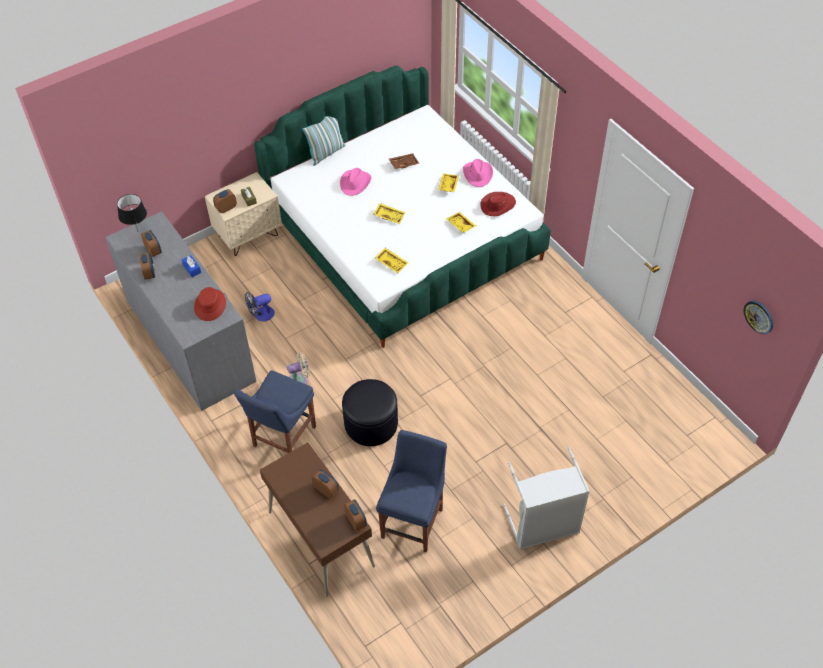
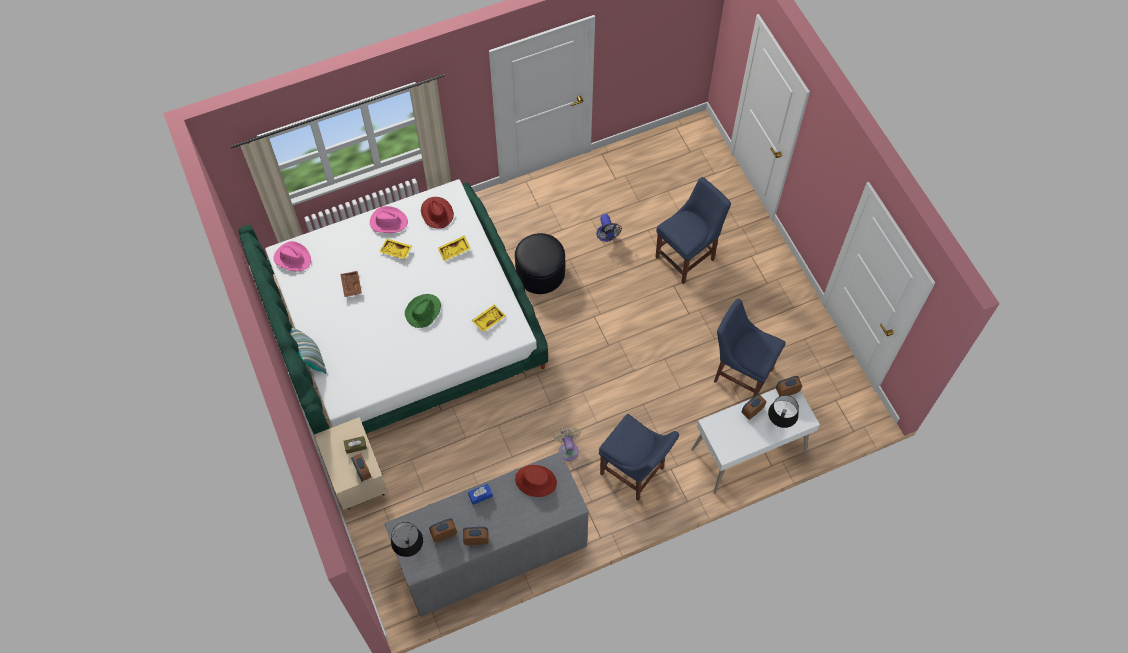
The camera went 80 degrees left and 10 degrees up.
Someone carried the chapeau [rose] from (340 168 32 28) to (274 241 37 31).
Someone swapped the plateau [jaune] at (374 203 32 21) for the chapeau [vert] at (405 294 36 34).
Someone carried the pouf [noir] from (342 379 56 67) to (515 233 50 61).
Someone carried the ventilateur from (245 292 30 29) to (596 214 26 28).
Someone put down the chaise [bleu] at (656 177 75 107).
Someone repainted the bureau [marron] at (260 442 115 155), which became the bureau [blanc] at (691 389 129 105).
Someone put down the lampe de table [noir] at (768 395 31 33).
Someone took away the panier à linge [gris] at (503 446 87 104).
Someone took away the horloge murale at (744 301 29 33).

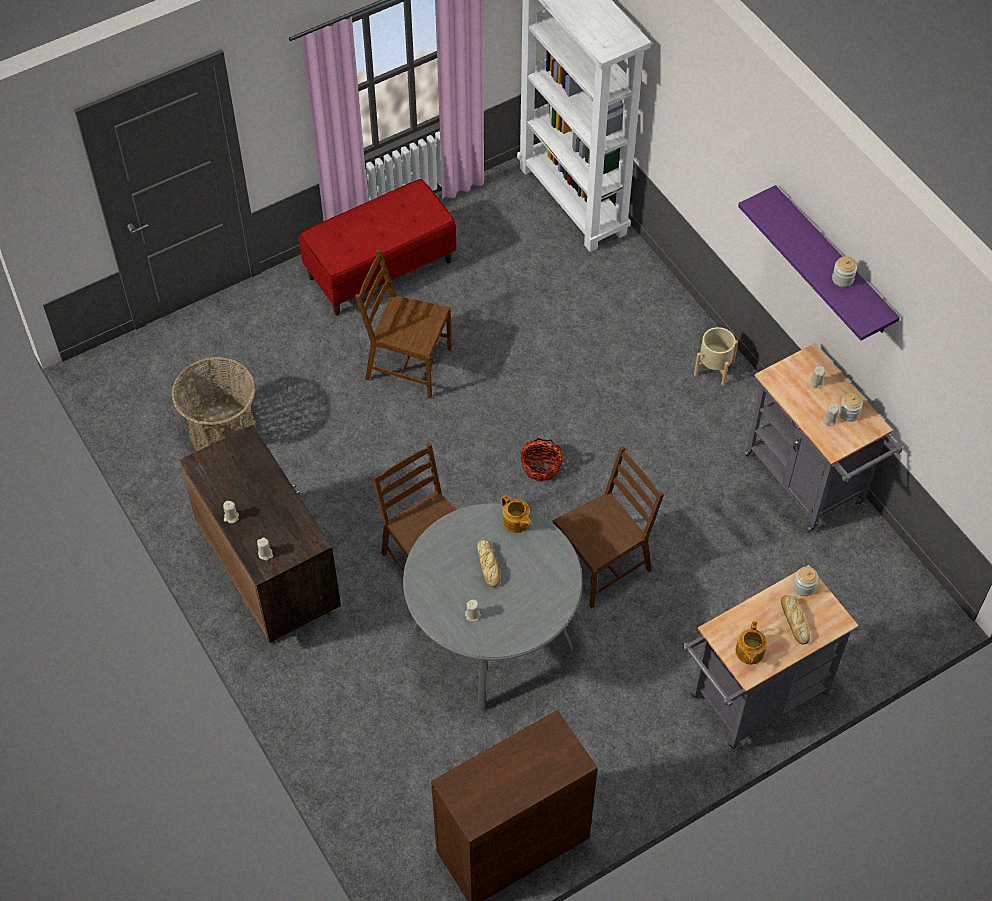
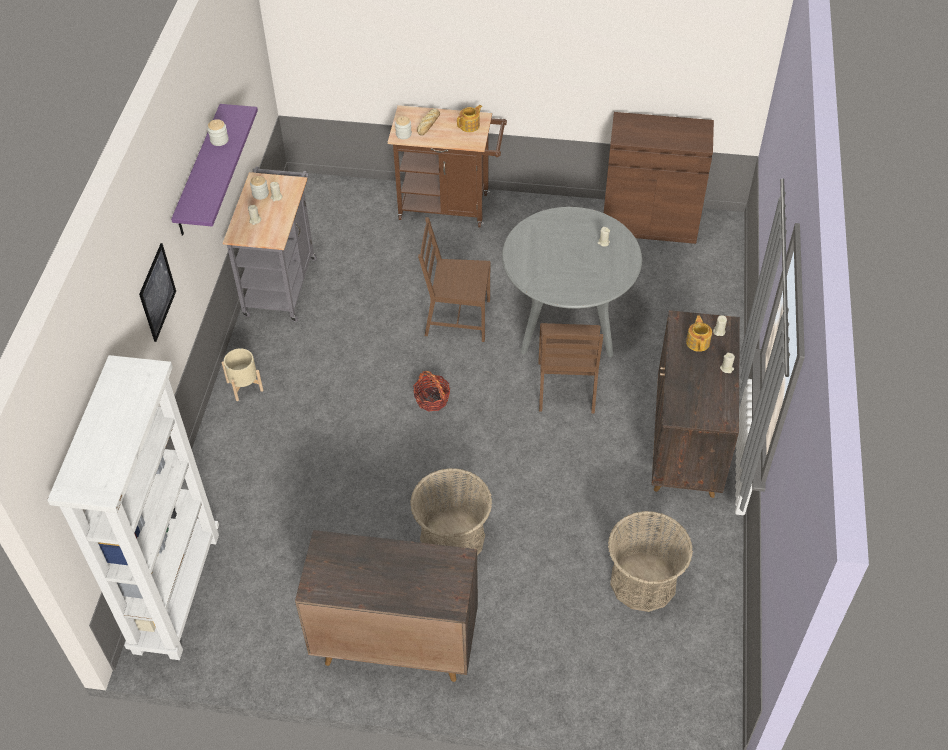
The camera went 140 degrees left and 5 degrees down.
Someone put up the tableau at (139 243 37 99).
Someone swapped the banc [rouge] at (299 179 157 137) for the meuble de rangement [marron] at (295 530 183 152).
Someone repainted the chariot [gris] at (683 565 176 185), which became the chariot [marron] at (387 105 120 122).
Someone swapped the chaise [marron] at (355 249 97 149) for the panier at (410 468 82 87).
Someone carried the théière from (502 495 30 38) to (686 315 26 37).
Someone took away the pain at (477 540 23 47).

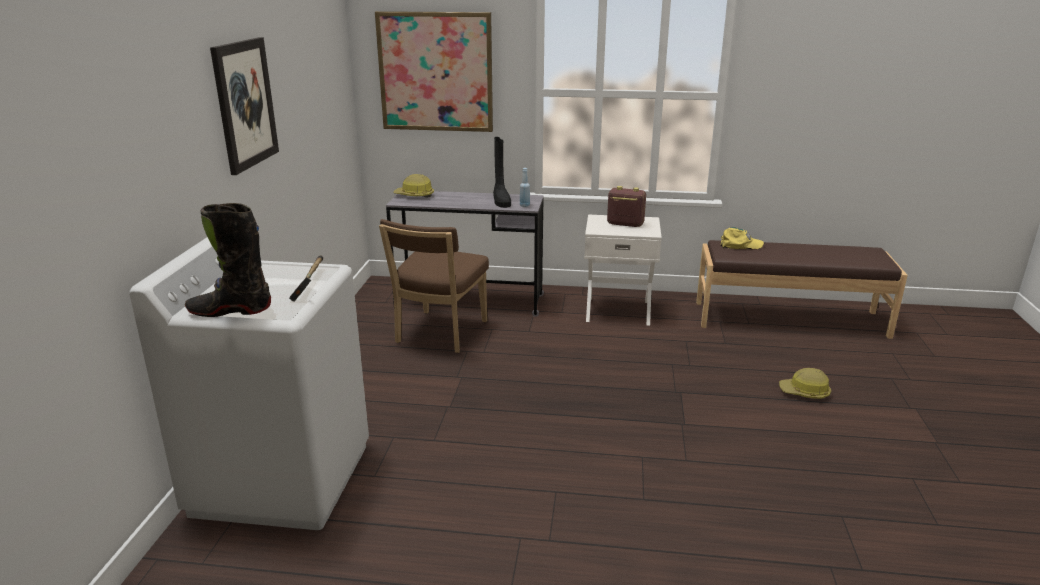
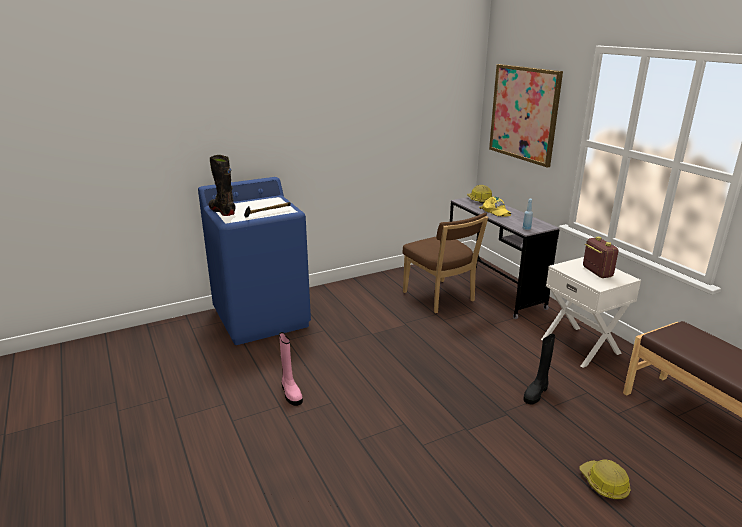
The camera went 55 degrees right and 0 degrees up.
Someone repainted the lave-linge [blanc] at (129 237 240 293), which became the lave-linge [bleu] at (198 177 113 168).
Someone put down the botte [rose] at (279 332 24 74).
Someone rotated the chaise [marron] at (379 219 110 134) by 105 degrees counterclockwise.
Someone carried the casquette [jaune] from (721 227 43 23) to (479 197 32 20).
Someone carried the botte [noir] from (493 137 18 71) to (523 334 32 71).
Someone took away the tableau at (210 37 69 138).

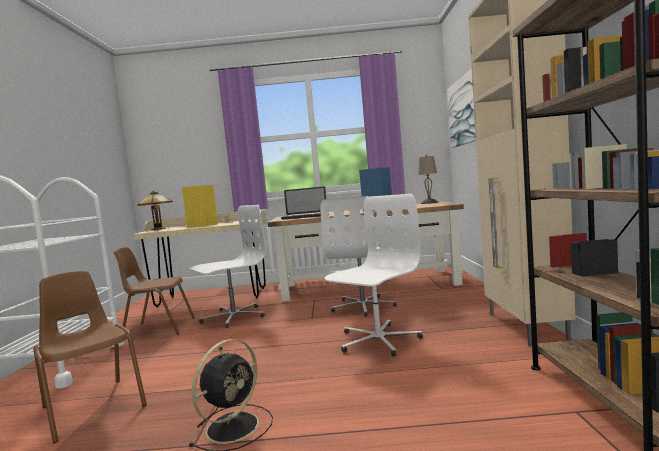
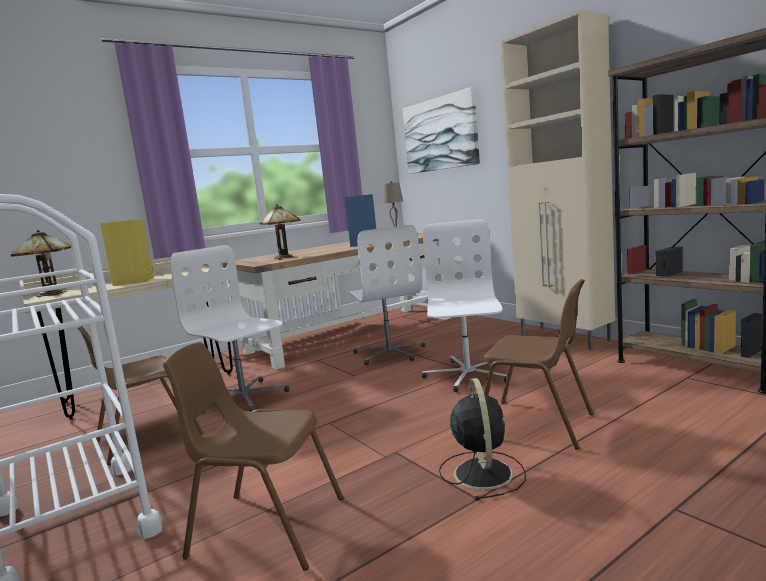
The camera went 35 degrees left and 5 degrees up.
Someone rotated the chaise de bureau [blanc] at (190 205 76 123) by 60 degrees counterclockwise.
Someone swapped the ordinateur portable at (281 186 45 34) for the lampe de table at (259 204 41 55).
Someone put down the chaise [marron] at (483 279 111 171).

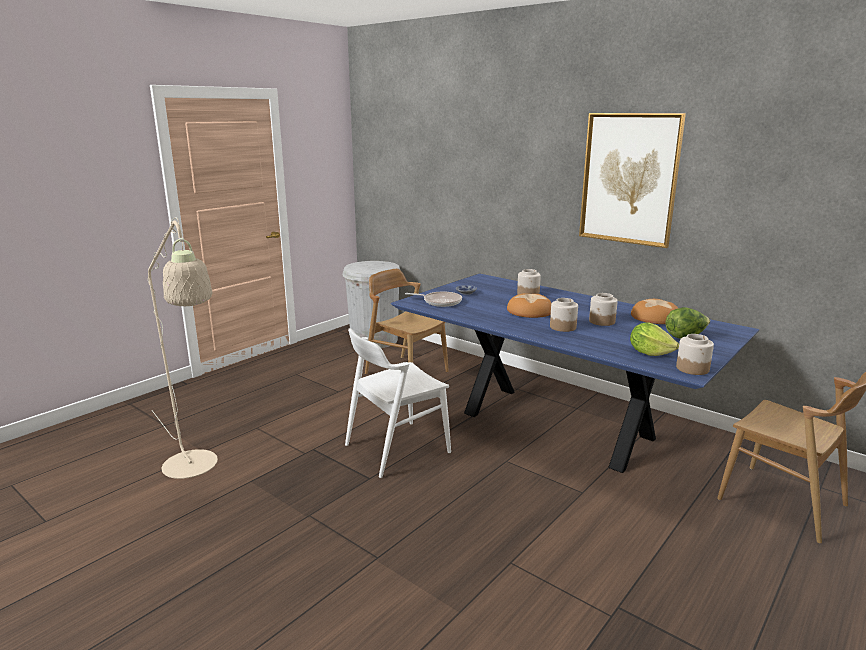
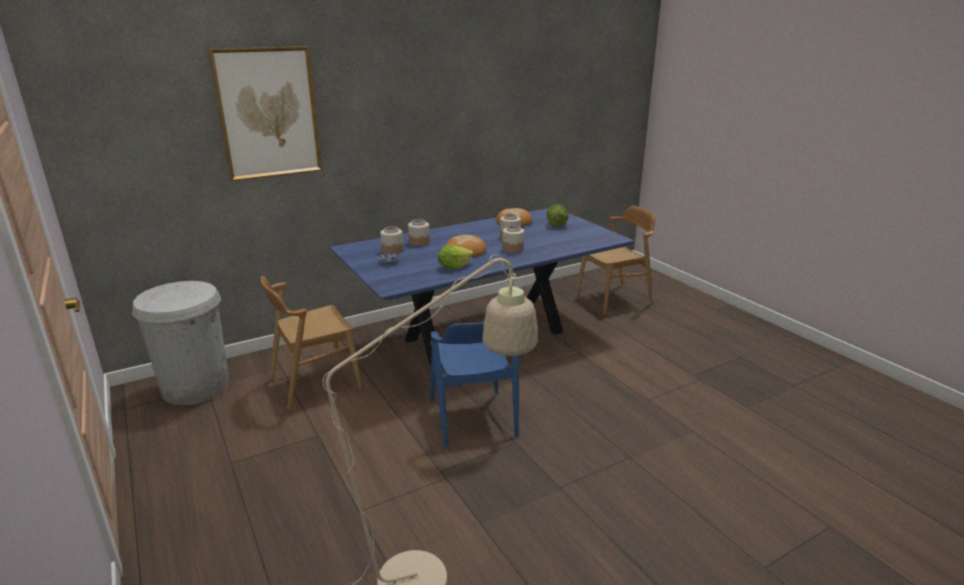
The camera went 70 degrees left and 5 degrees up.
Someone carried the tableau from (579 113 107 135) to (208 46 115 135).
Someone carried the bocal from (676 334 38 41) to (380 226 23 28).
Someone repainted the chaise [blanc] at (345 328 106 150), which became the chaise [bleu] at (430 322 89 126).
Someone carried the laitue from (630 323 49 33) to (438 245 35 24).
Someone took away the poêle at (405 292 57 15).

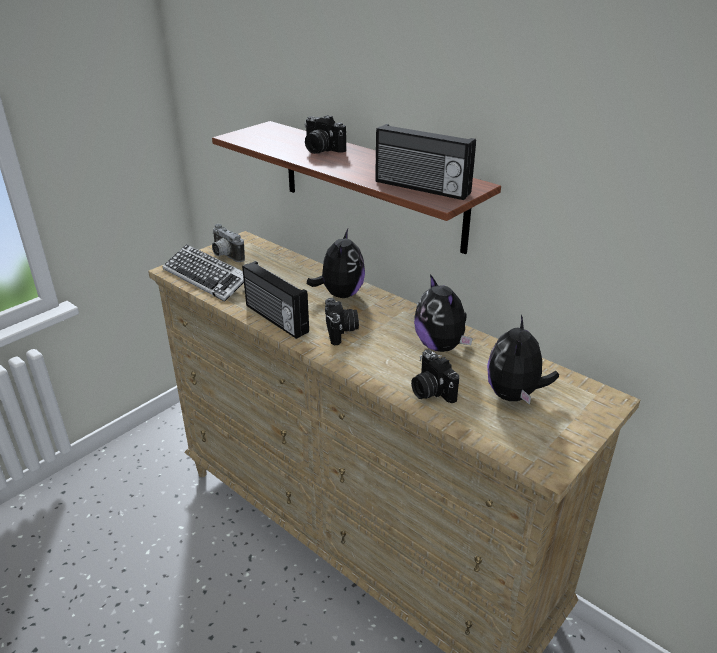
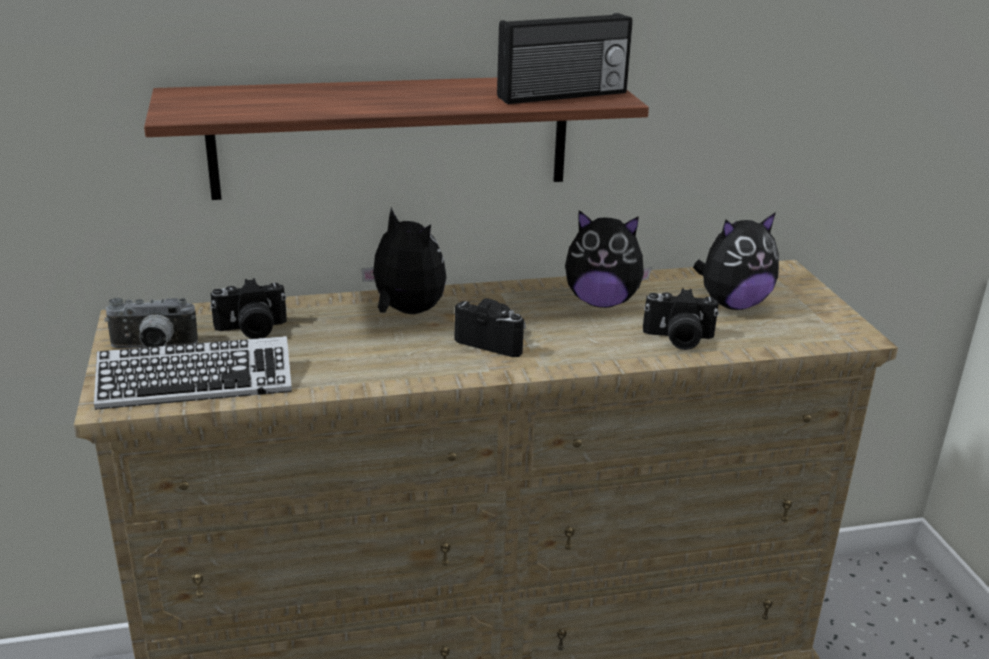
The camera went 55 degrees left and 5 degrees down.
Someone carried the appareil photo from (304 115 42 39) to (210 278 77 61).
Someone rotated the peluche at (487 315 72 90) by 75 degrees counterclockwise.
Someone took away the radio at (242 261 67 78).

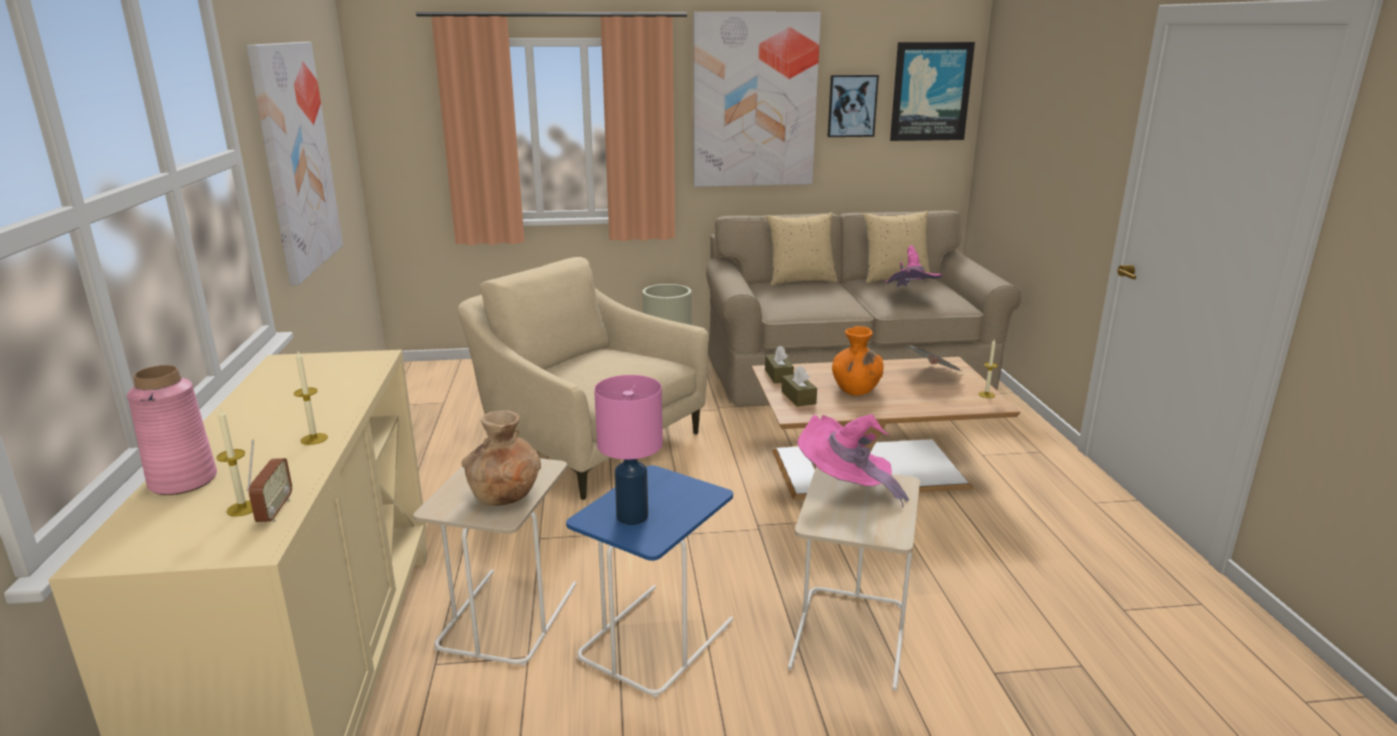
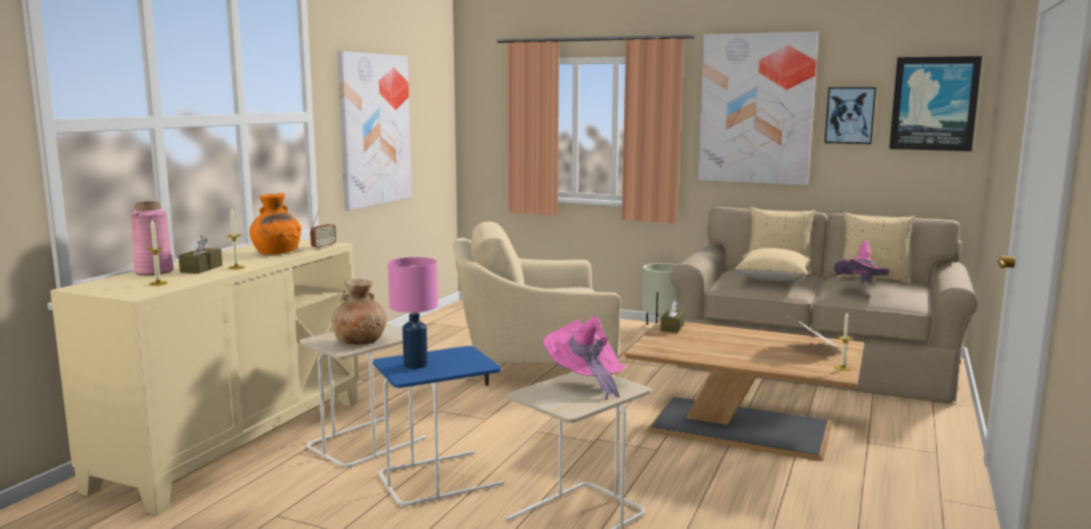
The camera went 30 degrees right and 10 degrees down.
Someone carried the boîte à mouchoirs [marron] from (781 366 36 41) to (178 235 44 39).
Someone carried the vase [orange] from (832 326 52 69) to (249 193 52 62).
Someone carried the radio from (247 440 45 83) to (310 209 26 40).
Someone rotated the fauteuil [beige] at (458 257 251 243) by 75 degrees counterclockwise.
Someone put down the coussin [beige] at (734 248 76 34).

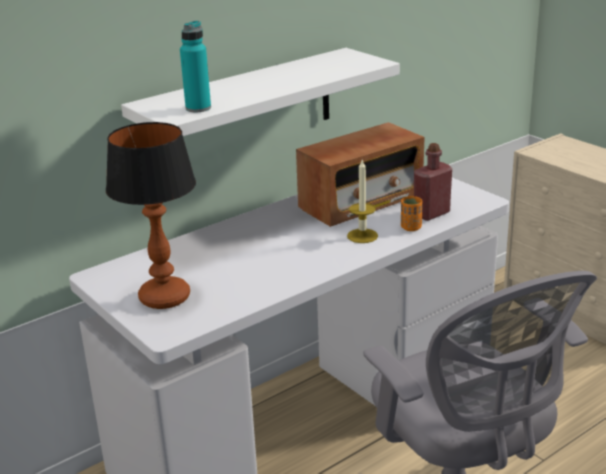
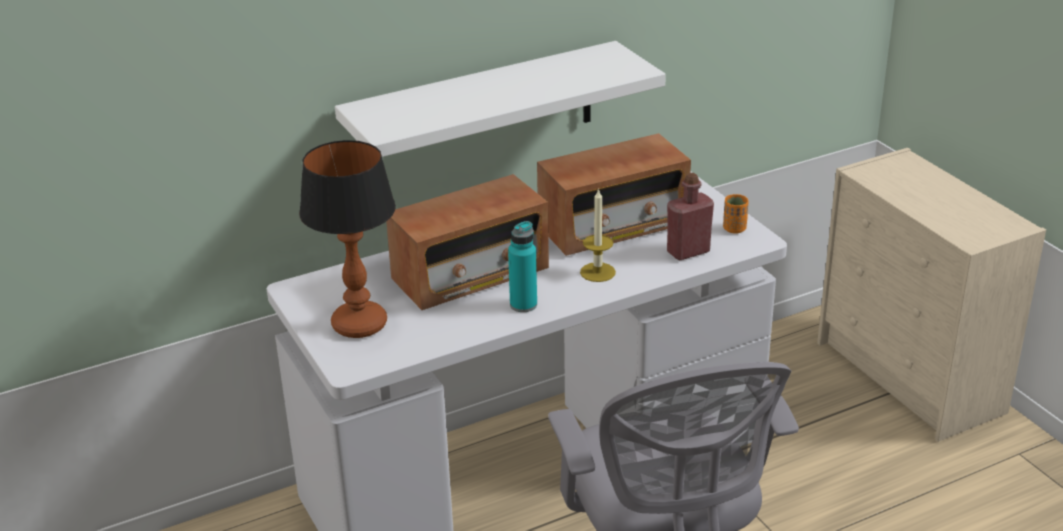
The camera went 10 degrees right and 5 degrees up.
Someone put down the radio at (386 174 163 136).
Someone carried the bouteille [turquoise] from (180 21 31 91) to (508 221 29 91).
Someone carried the tasse [orange] from (401 196 22 35) to (723 194 26 40).

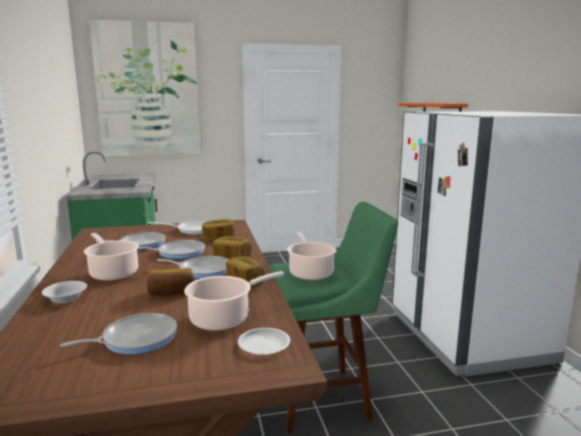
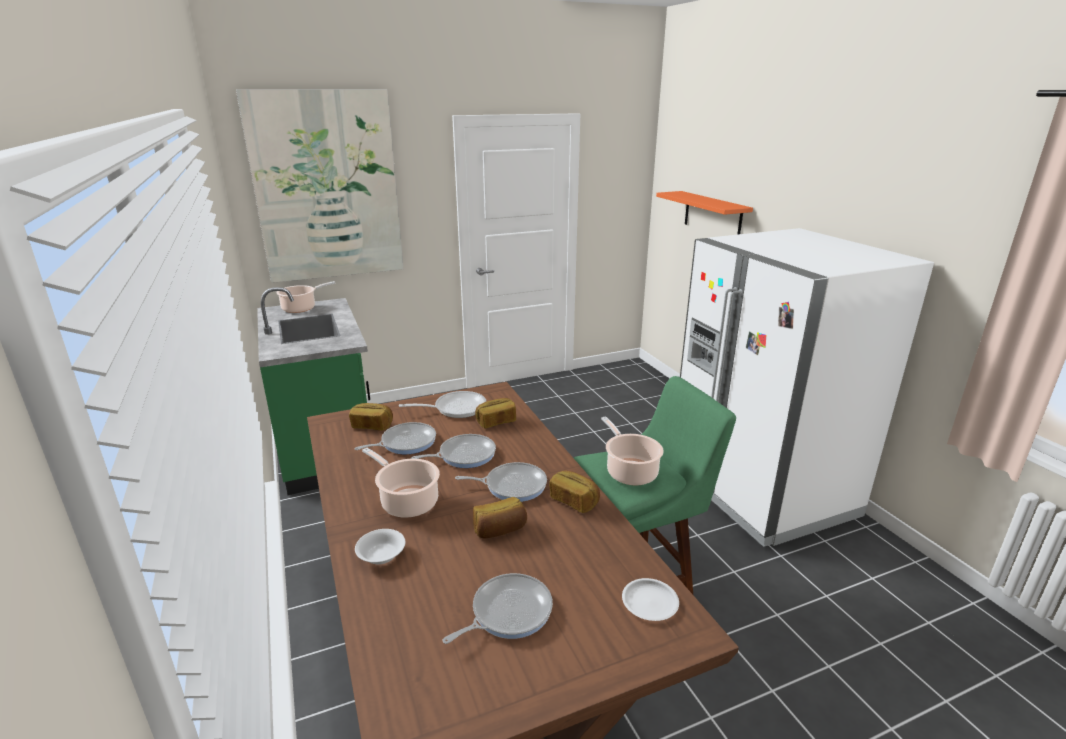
The camera went 10 degrees left and 10 degrees up.
Someone carried the marmite from (184 271 100 60) to (276 281 59 32).
Someone carried the pain from (213 236 39 23) to (349 403 44 28).

